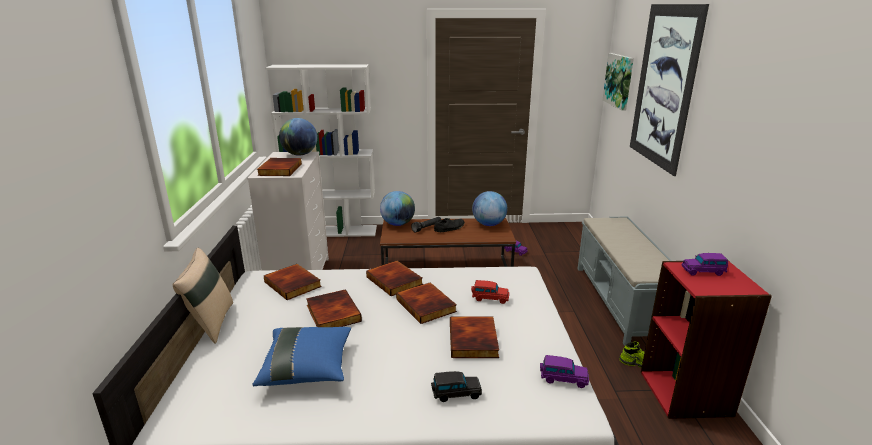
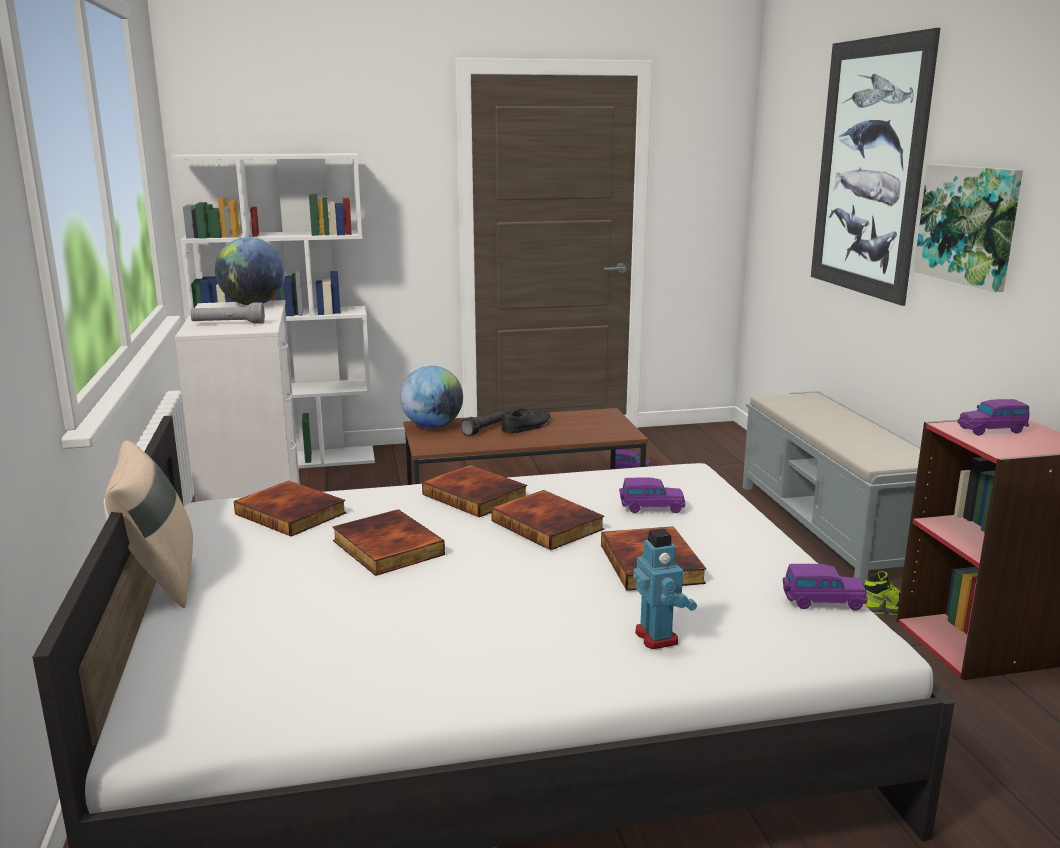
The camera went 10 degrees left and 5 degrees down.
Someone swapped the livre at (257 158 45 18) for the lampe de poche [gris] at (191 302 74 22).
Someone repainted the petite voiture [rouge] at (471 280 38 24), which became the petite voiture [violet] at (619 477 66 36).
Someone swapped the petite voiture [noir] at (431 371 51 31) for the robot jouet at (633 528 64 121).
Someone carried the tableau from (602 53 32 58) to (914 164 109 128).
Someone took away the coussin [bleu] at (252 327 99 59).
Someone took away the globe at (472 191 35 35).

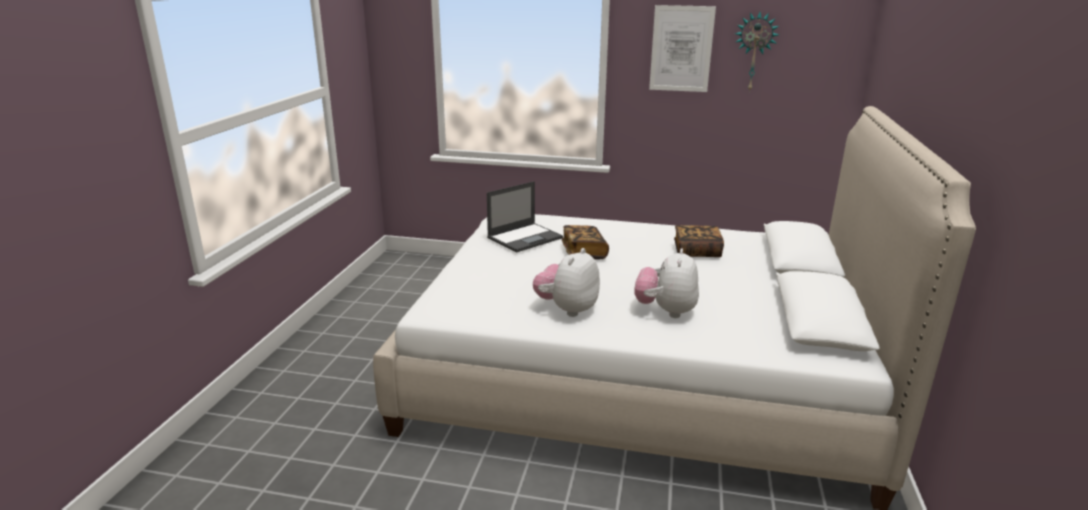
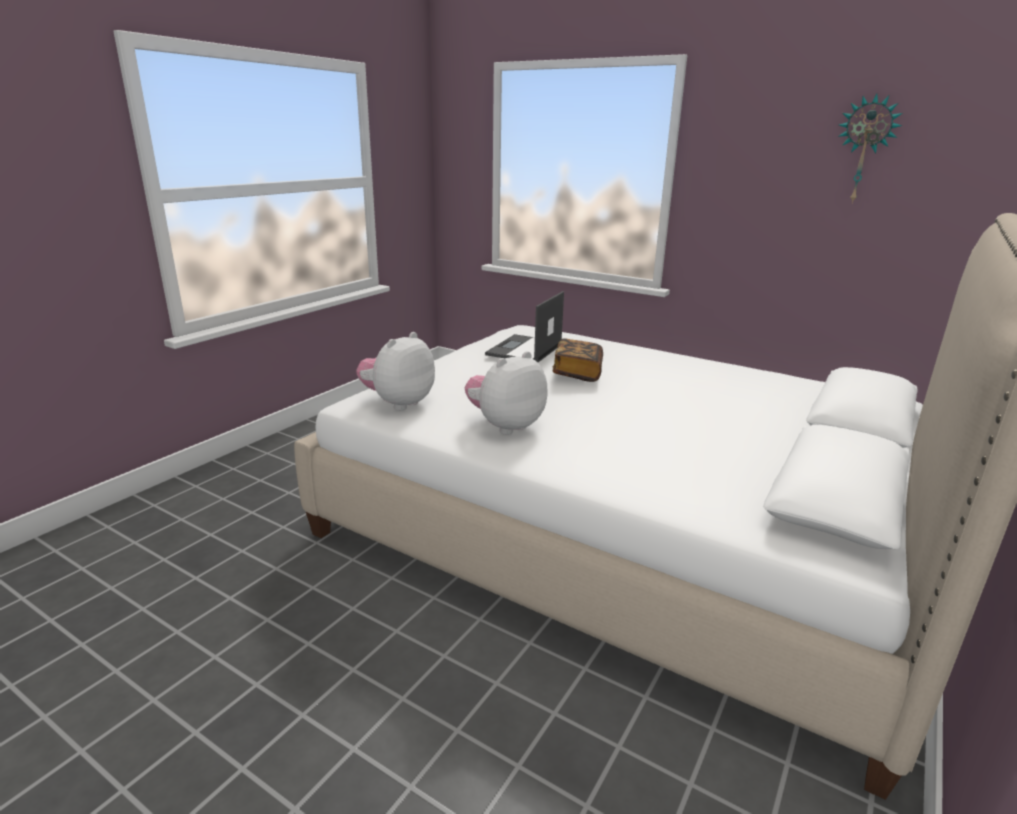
The camera went 20 degrees right and 0 degrees up.
Someone carried the peluche from (634 248 65 70) to (356 332 79 79).
Someone rotated the ordinateur portable at (487 181 76 72) by 135 degrees clockwise.
Someone took away the tableau at (649 5 67 87).
Someone took away the livre at (674 225 50 32).

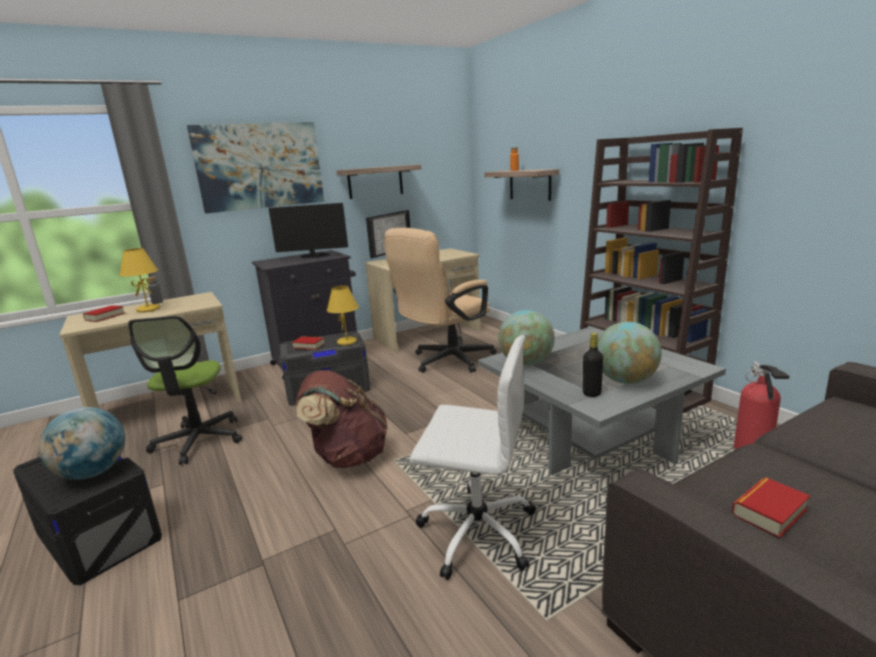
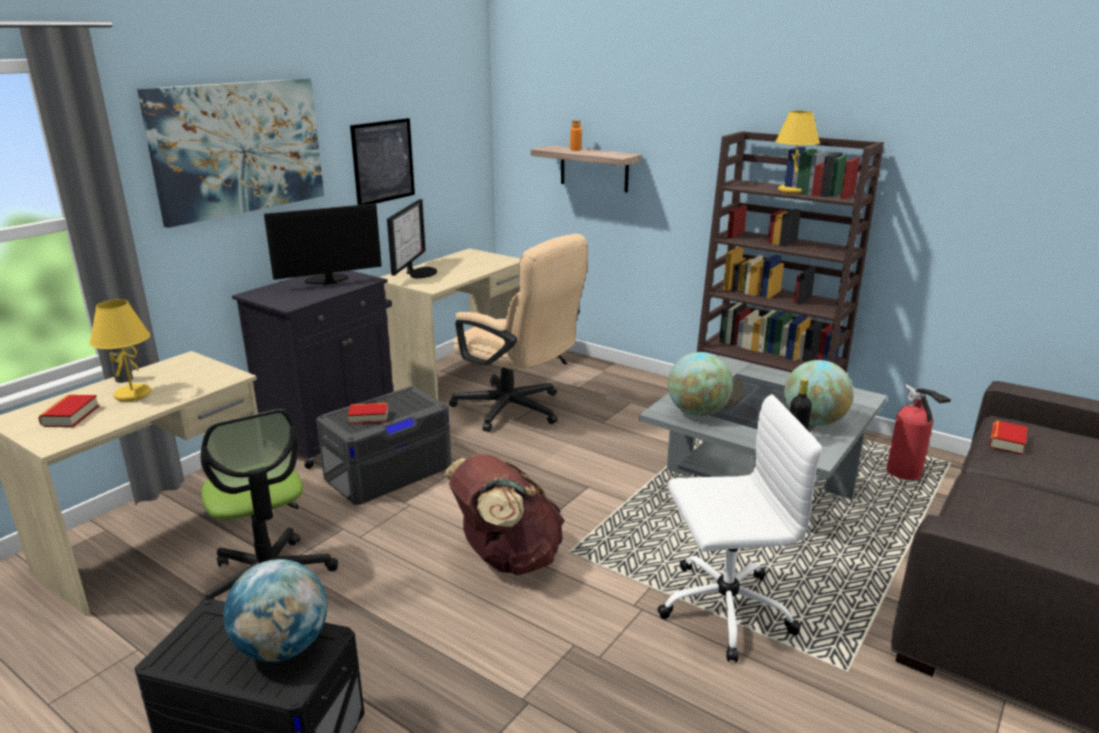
The camera went 25 degrees left and 5 degrees up.
Someone swapped the étagère at (336 164 86 35) for the tableau at (350 118 65 87).
Someone rotated the chaise de bureau [beige] at (384 228 113 145) by 75 degrees counterclockwise.
Someone carried the lampe de table [jaune] from (327 286 32 60) to (775 111 45 82).
Someone carried the livre from (732 477 78 61) to (989 420 38 35).

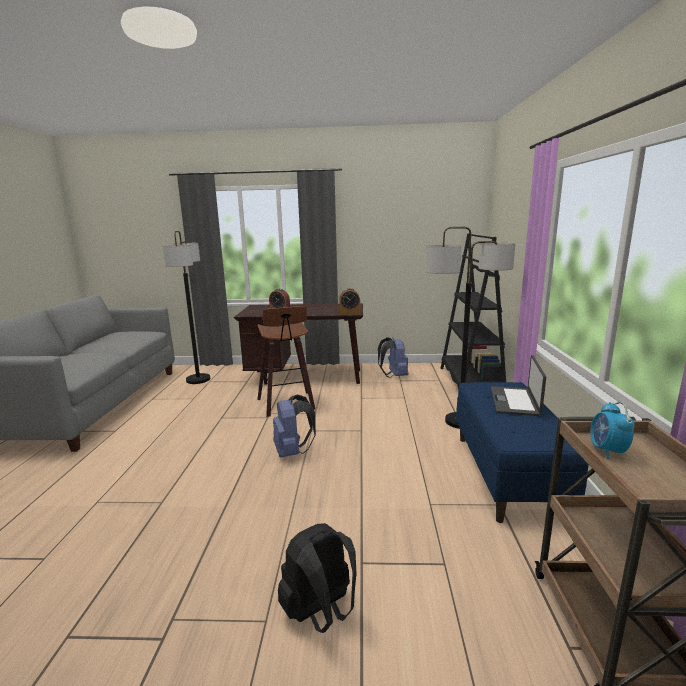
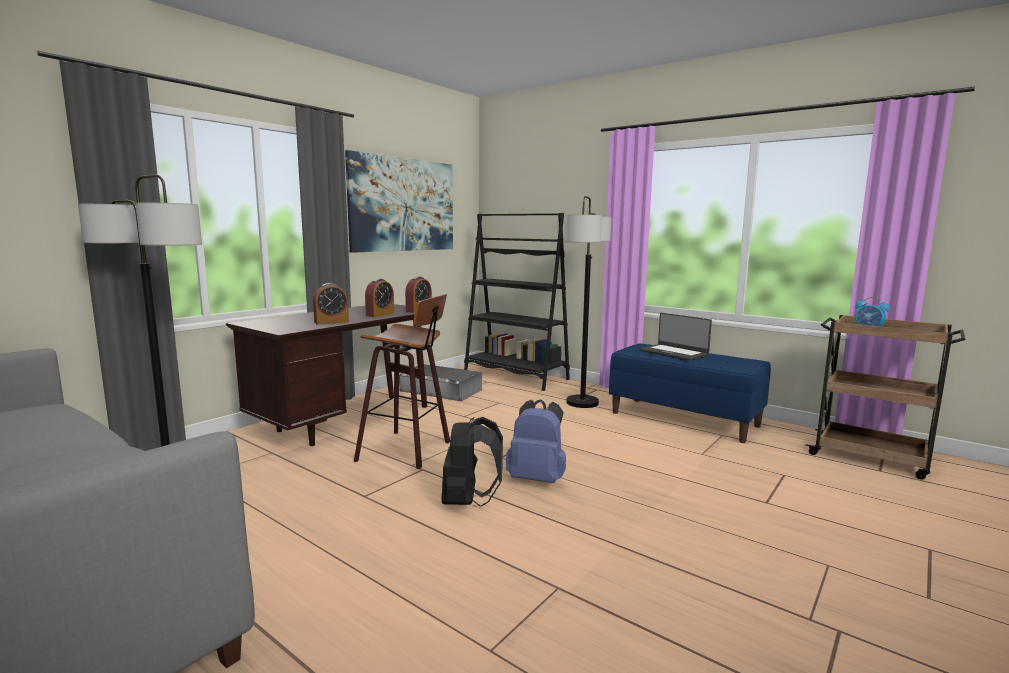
The camera went 55 degrees left and 5 degrees down.
Someone put up the tableau at (345 150 108 103).
Someone put down the réveil at (365 279 29 38).
Someone swapped the sac à dos [bleu] at (378 337 30 41) for the boîte de rangement [gris] at (399 364 83 37).
Someone carried the sac à dos [noir] from (278 523 79 110) to (442 417 61 90).

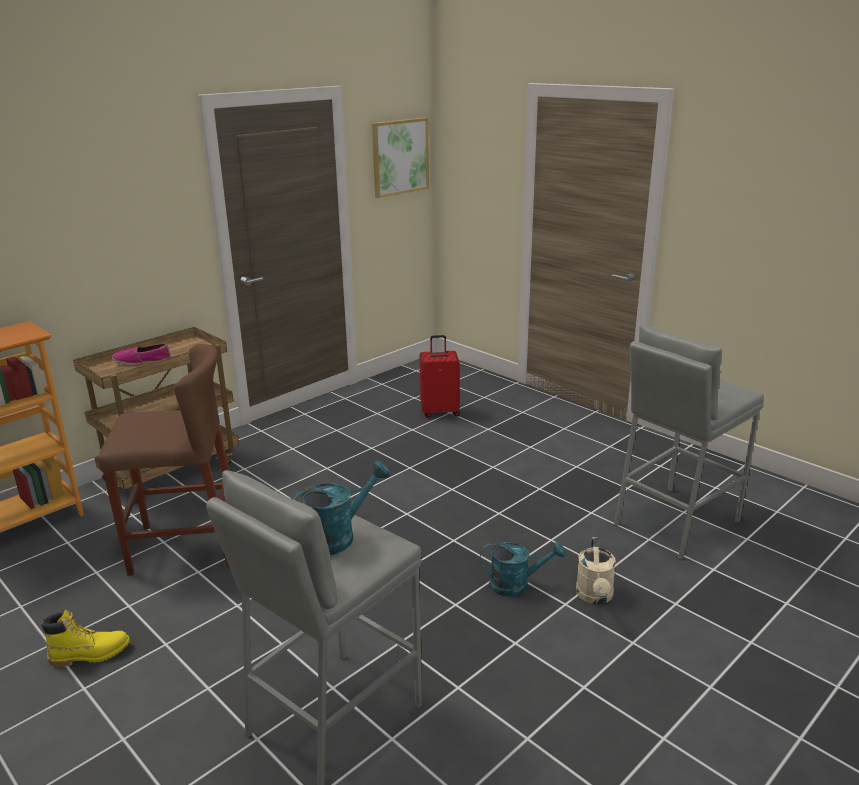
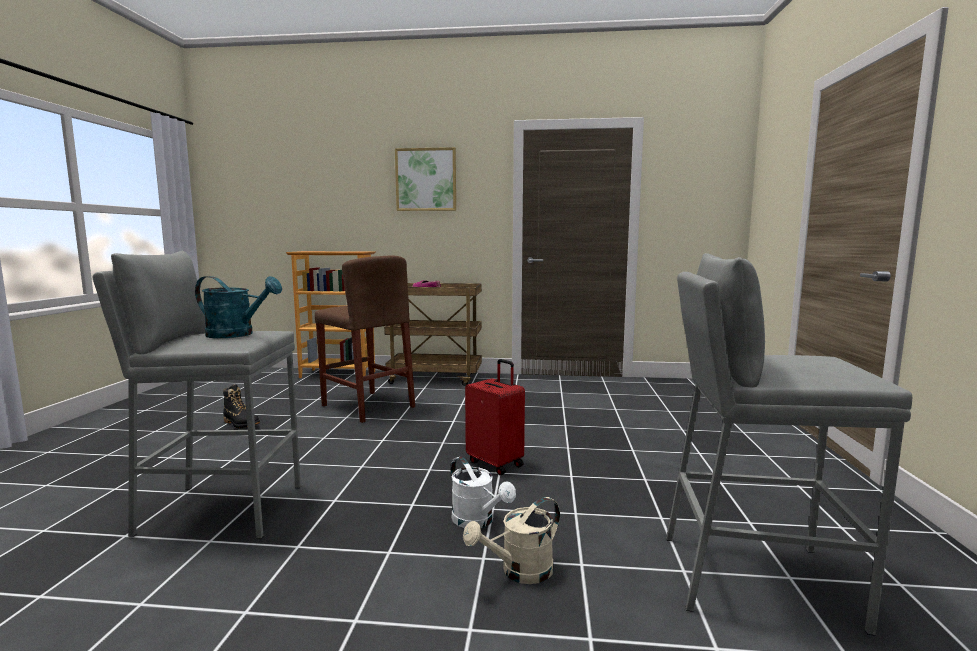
The camera went 50 degrees right and 15 degrees down.
Someone repainted the botte [jaune] at (41 609 89 58), which became the botte [noir] at (223 385 37 43).
Someone carried the tableau from (372 117 57 81) to (395 147 61 64).
Someone repainted the arrosoir [turquoise] at (480 541 86 56), which became the arrosoir [blanc] at (451 456 65 72).
Someone carried the valise [rouge] from (420 335 40 83) to (465 359 60 116).

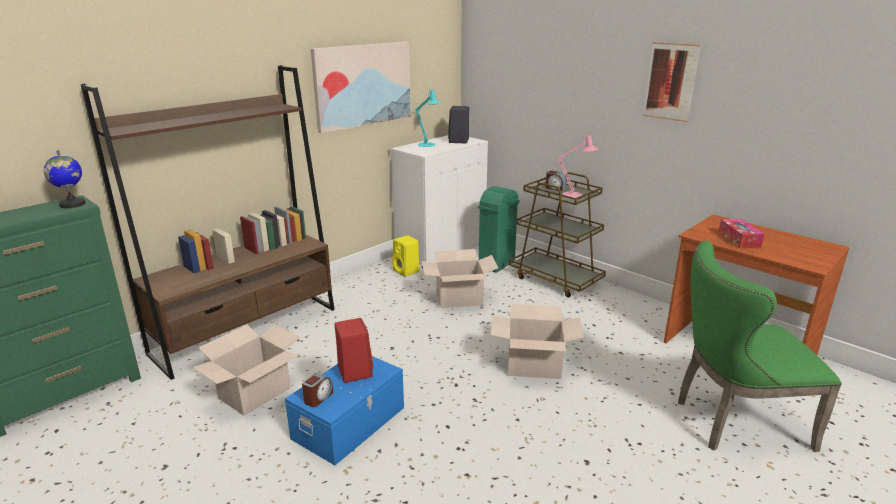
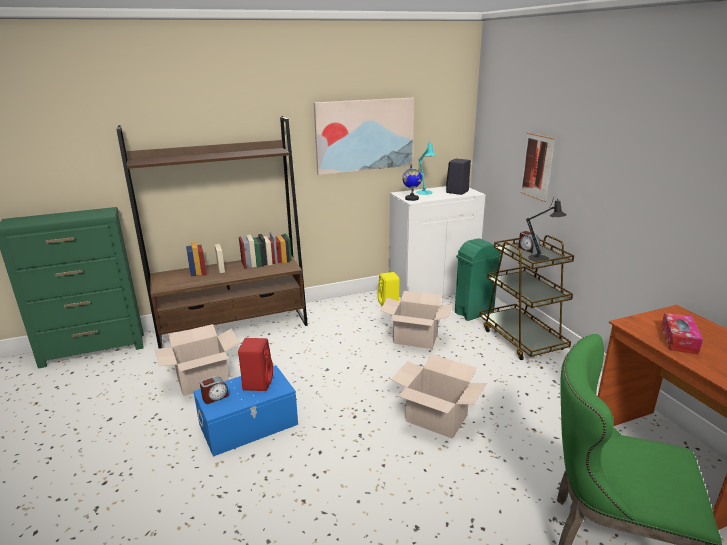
The camera went 25 degrees right and 0 degrees up.
Someone carried the globe from (44 150 42 58) to (402 165 20 36).
Someone carried the tableau from (643 42 58 80) to (520 133 36 69).
Someone repainted the lampe de table [rose] at (558 132 40 66), which became the lampe de table [noir] at (526 196 41 66).

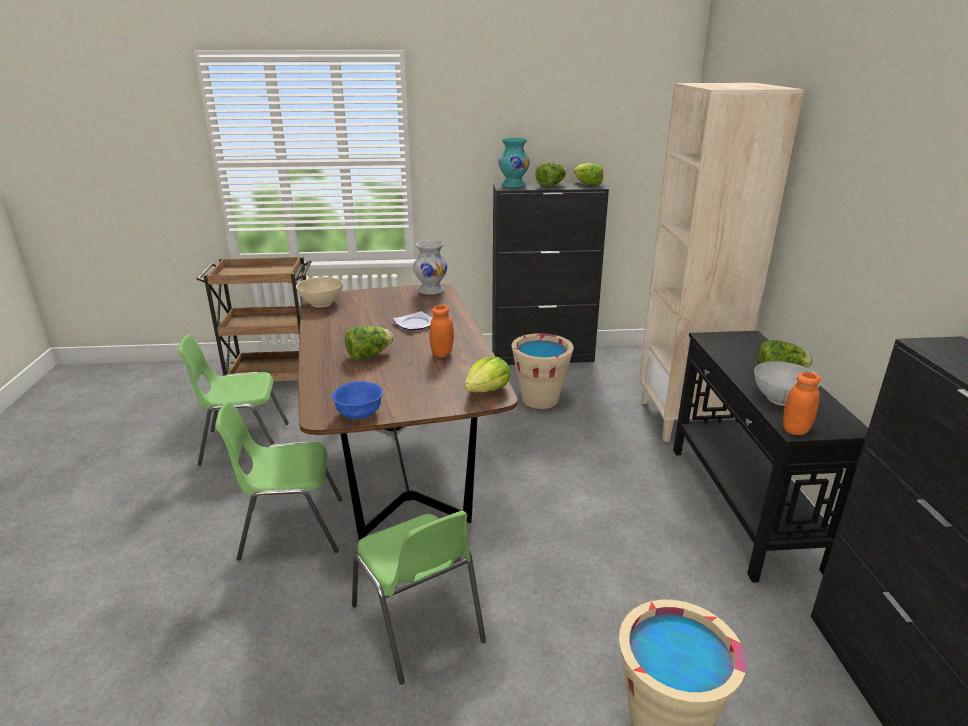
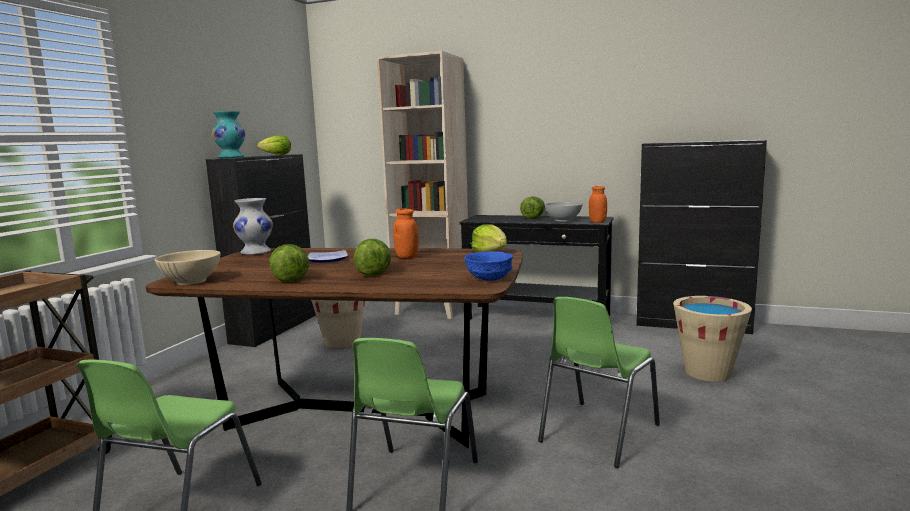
The camera went 65 degrees left and 15 degrees down.
Someone carried the laitue from (535 161 31 26) to (269 244 40 38).
Someone rotated the chaise [vert] at (352 511 134 173) by 135 degrees clockwise.

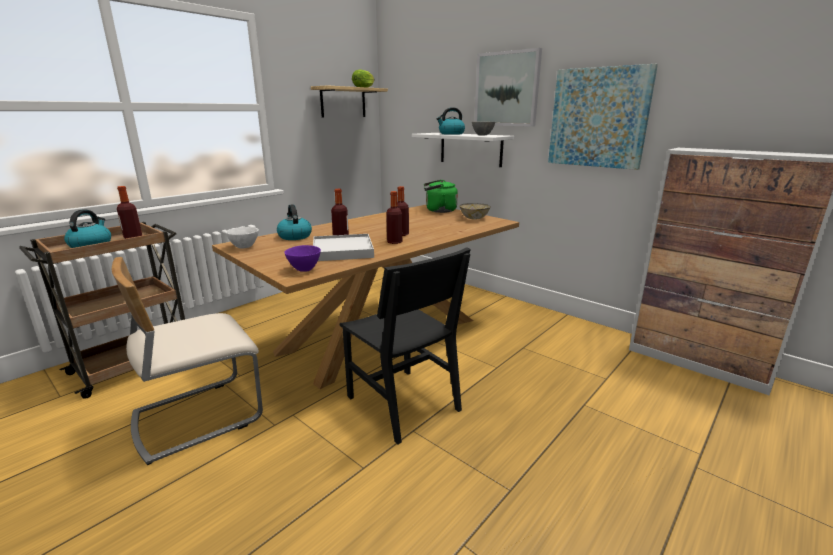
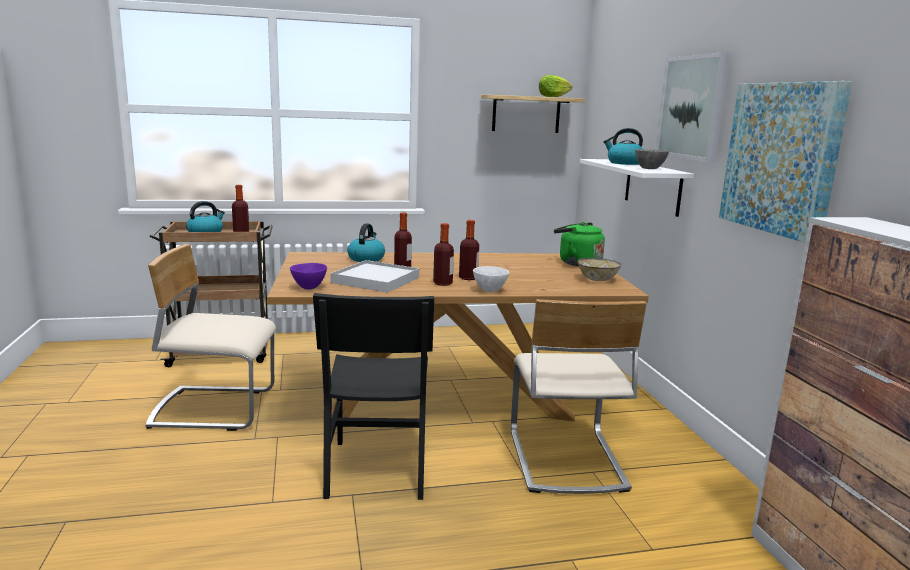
The camera went 35 degrees right and 5 degrees down.
Someone carried the bol [blanc] from (226 227 33 22) to (473 266 36 26).
Someone put down the chaise [beige] at (511 299 136 195).

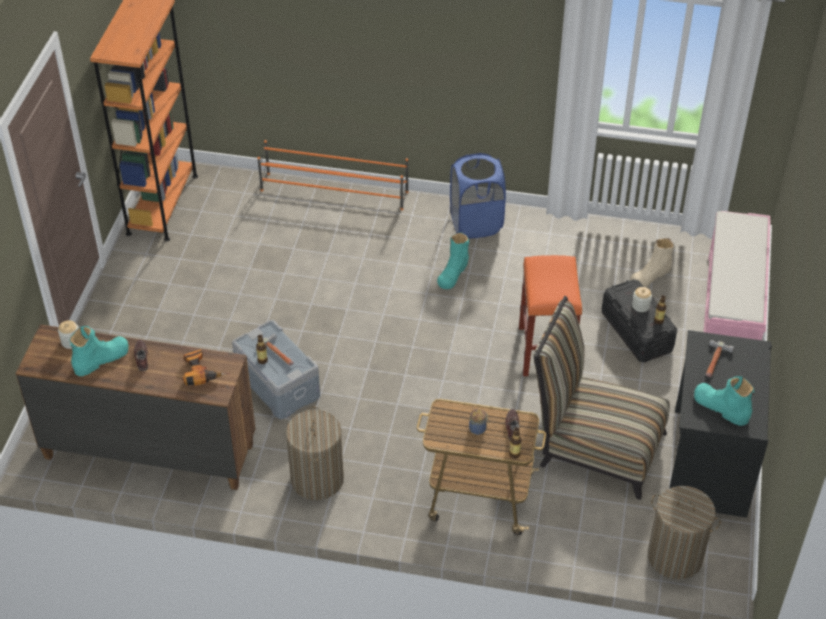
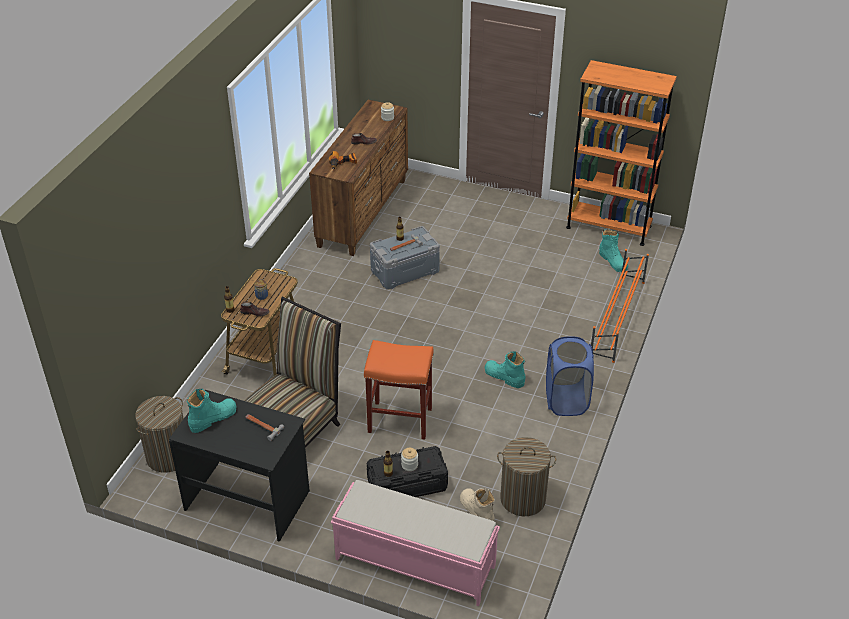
The camera went 100 degrees right and 5 degrees down.
Someone carried the panier à linge from (286 406 58 94) to (497 437 59 79).
Someone carried the botte [turquoise] from (69 326 60 50) to (599 229 29 43).

